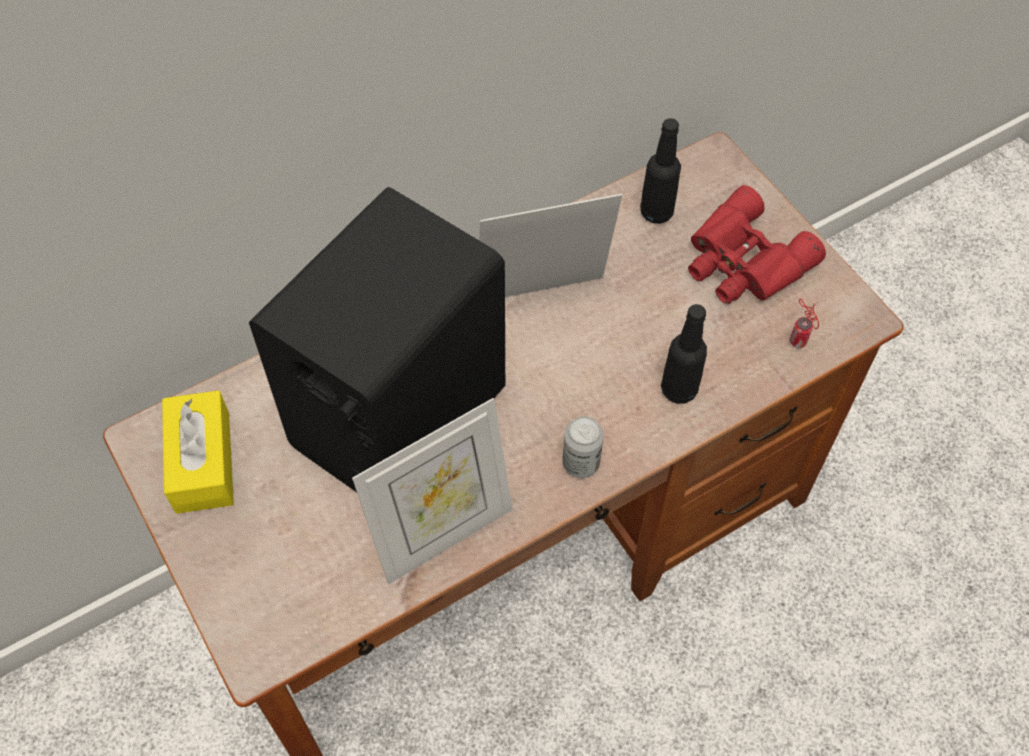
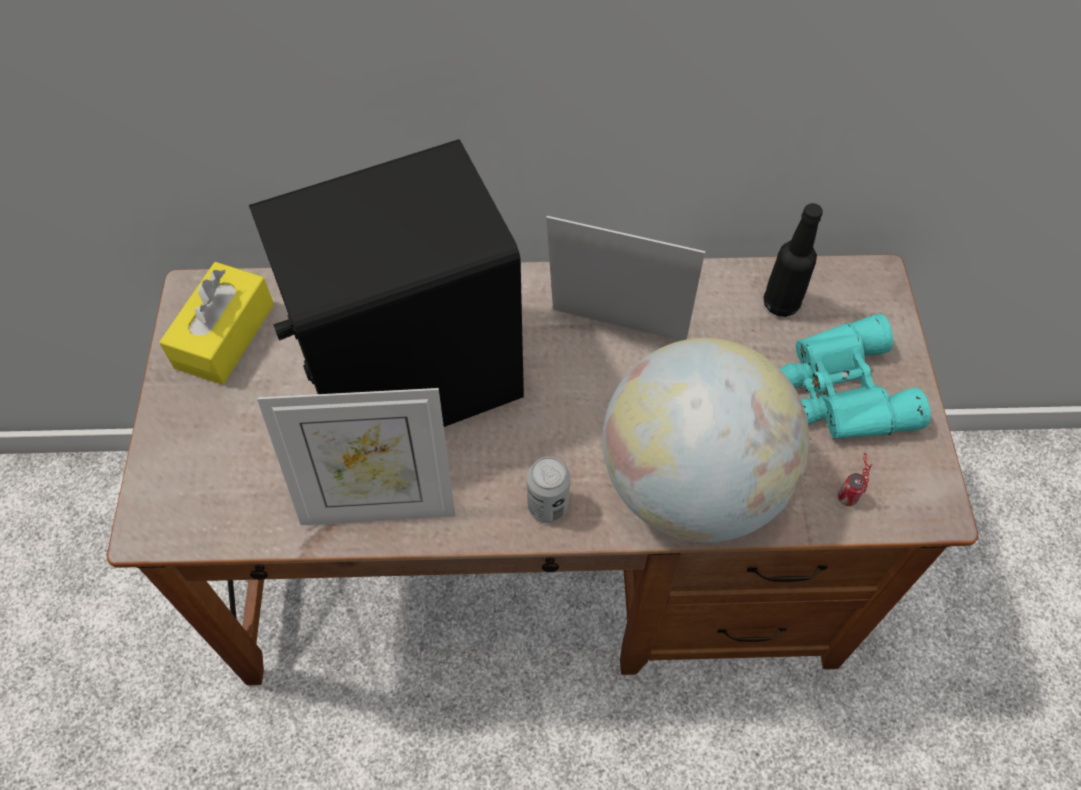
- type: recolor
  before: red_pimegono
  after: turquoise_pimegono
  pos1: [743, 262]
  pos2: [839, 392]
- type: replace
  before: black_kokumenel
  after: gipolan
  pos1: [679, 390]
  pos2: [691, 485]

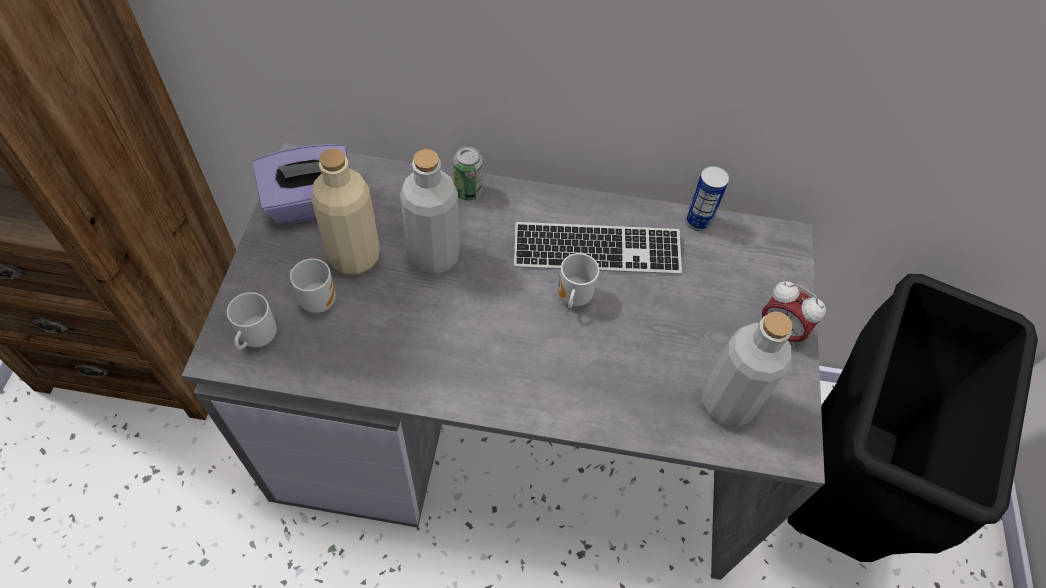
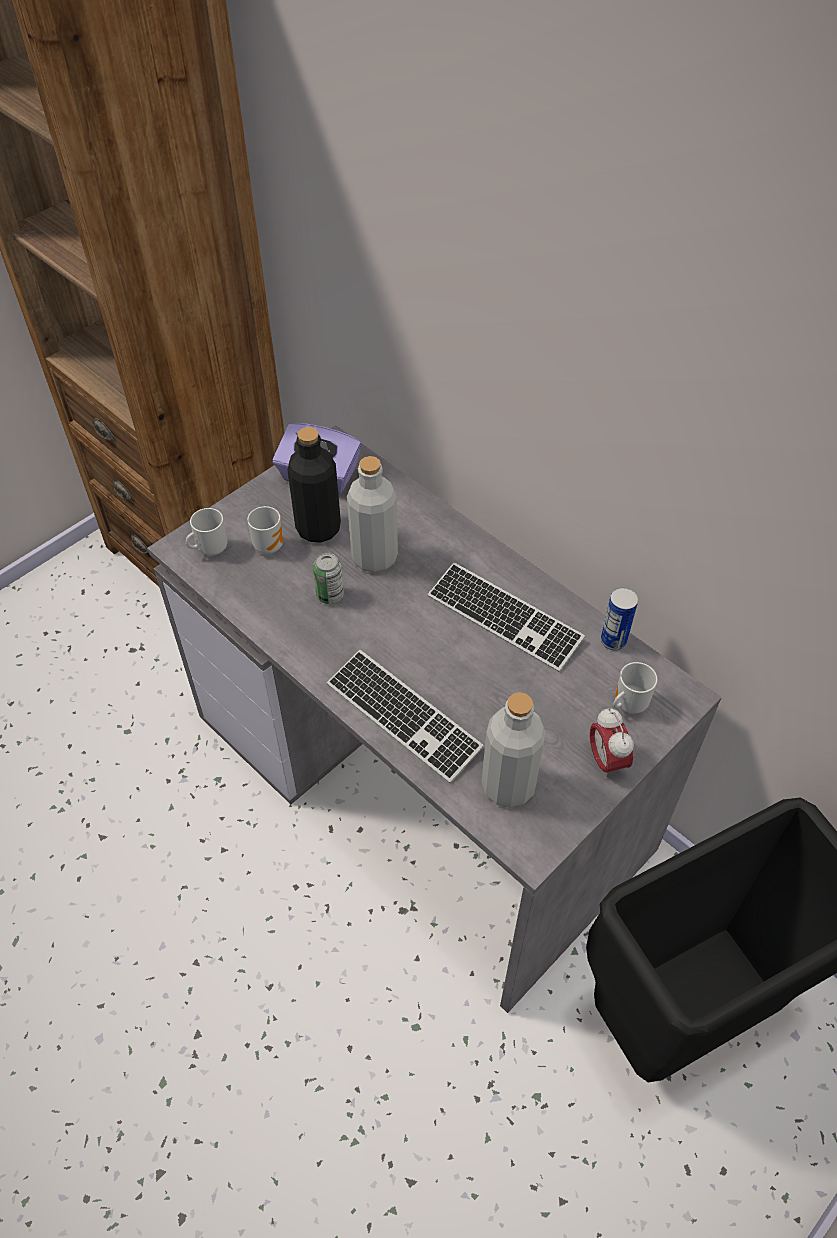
- type: move
  before: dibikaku
  pos1: [468, 191]
  pos2: [330, 595]
- type: recolor
  before: beige_kokumenel
  after: black_kokumenel
  pos1: [354, 256]
  pos2: [318, 528]
- type: move
  before: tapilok
  pos1: [572, 298]
  pos2: [627, 704]
- type: insert
  after: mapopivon
  pos2: [403, 717]

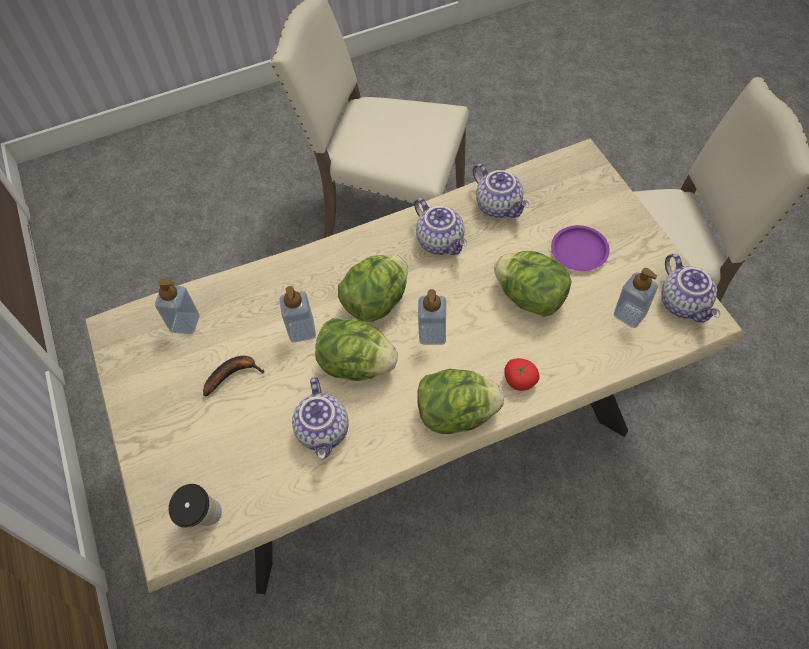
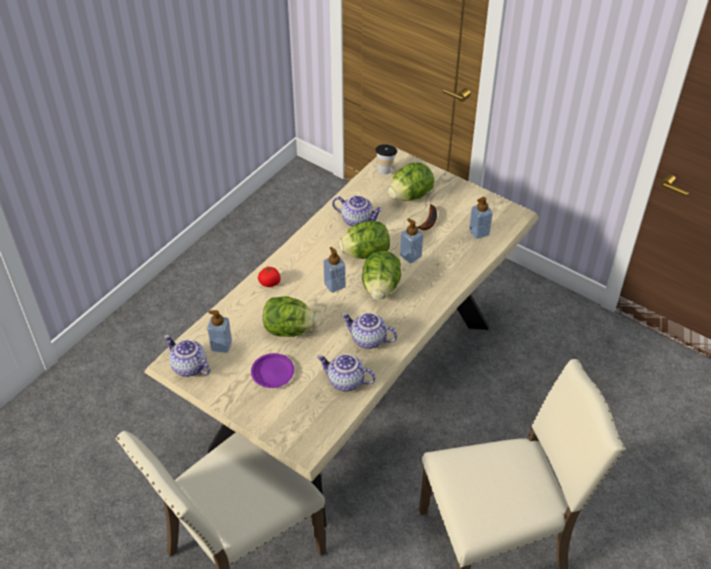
- type: move
  before: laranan
  pos1: [456, 413]
  pos2: [410, 195]
- type: rotate
  before: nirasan
  pos1: [325, 431]
  pos2: [357, 220]
  turn: 150

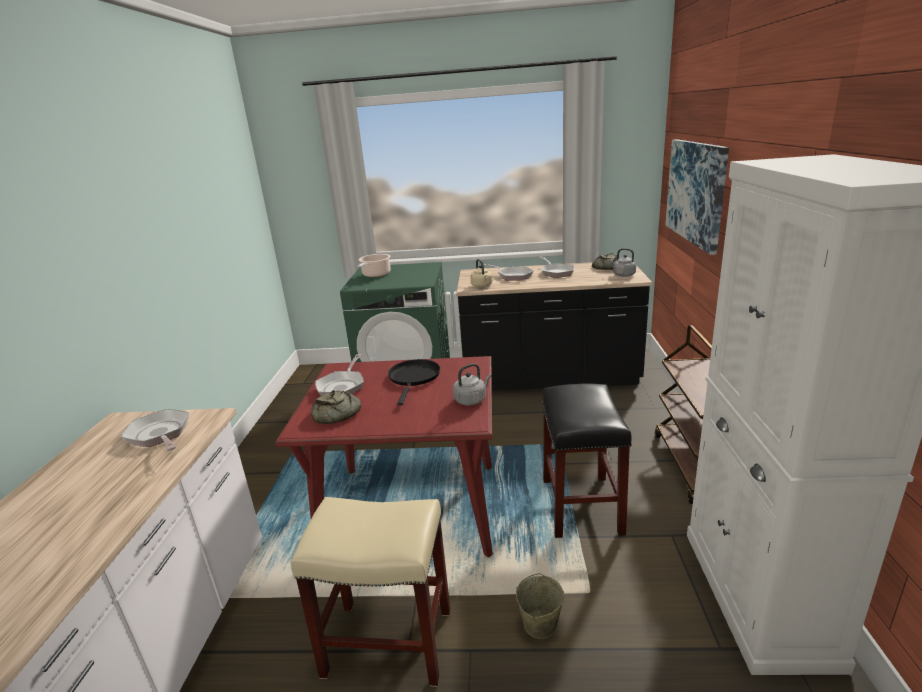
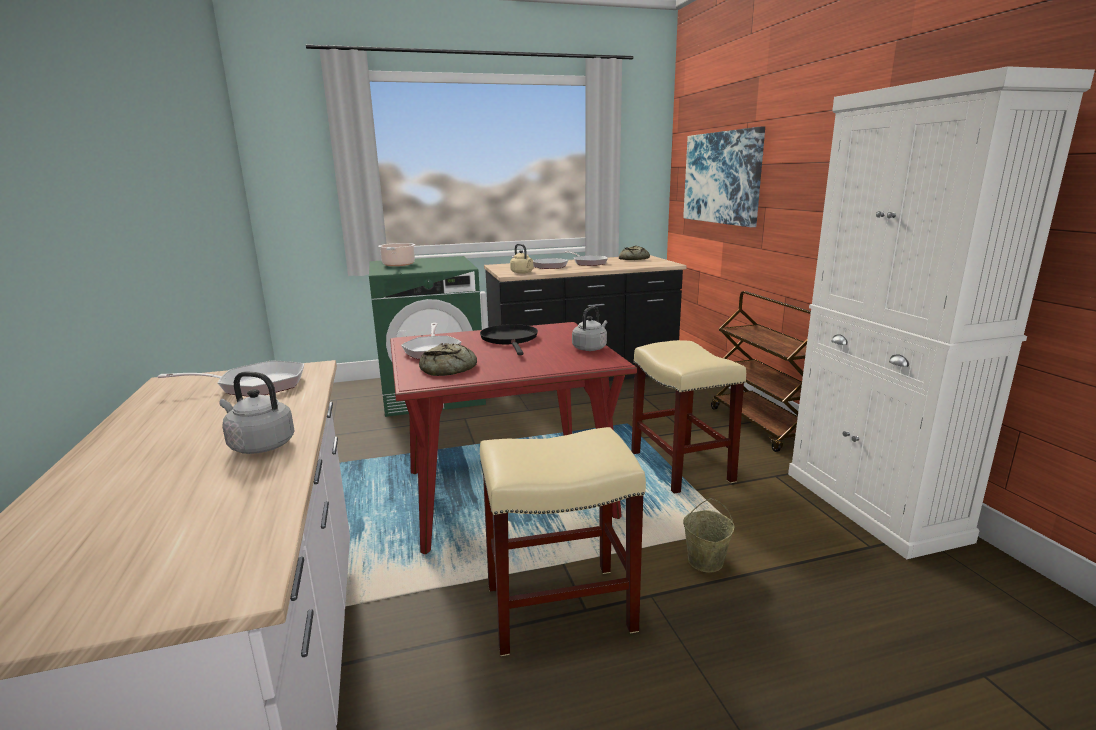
- type: move
  before: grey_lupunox
  pos1: [622, 275]
  pos2: [259, 445]
- type: recolor
  before: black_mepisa
  after: beige_mepisa
  pos1: [582, 506]
  pos2: [682, 467]
- type: rotate
  before: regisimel
  pos1: [160, 435]
  pos2: [256, 385]
  turn: 135

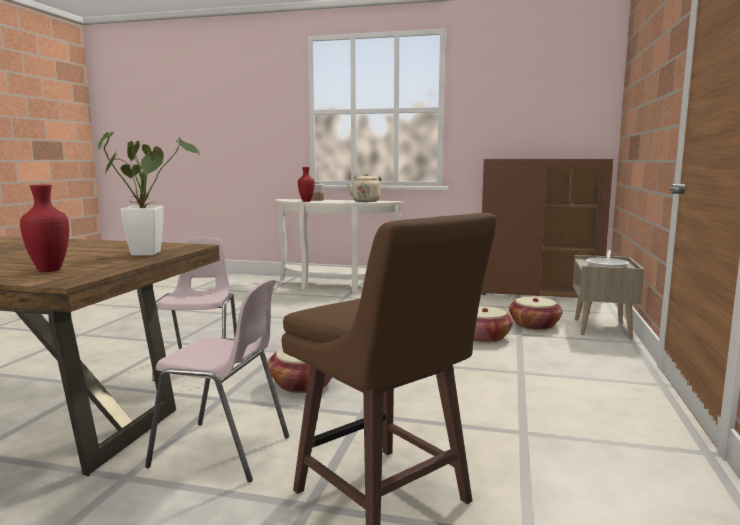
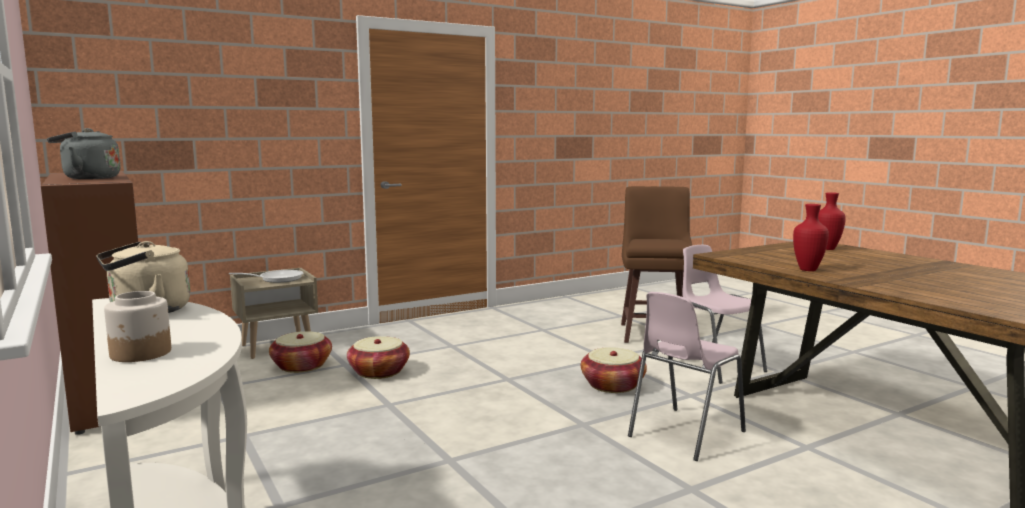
- type: delete
  before: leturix
  pos1: [148, 252]
- type: move
  before: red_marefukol
  pos1: [306, 201]
  pos2: [808, 269]
- type: insert
  after: grey_lupunox
  pos2: [88, 178]

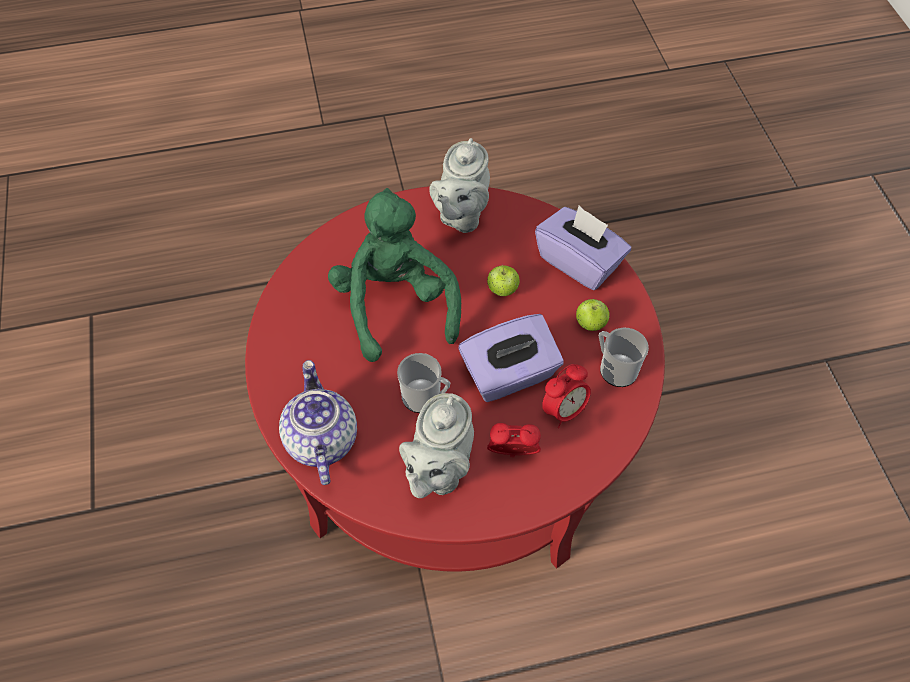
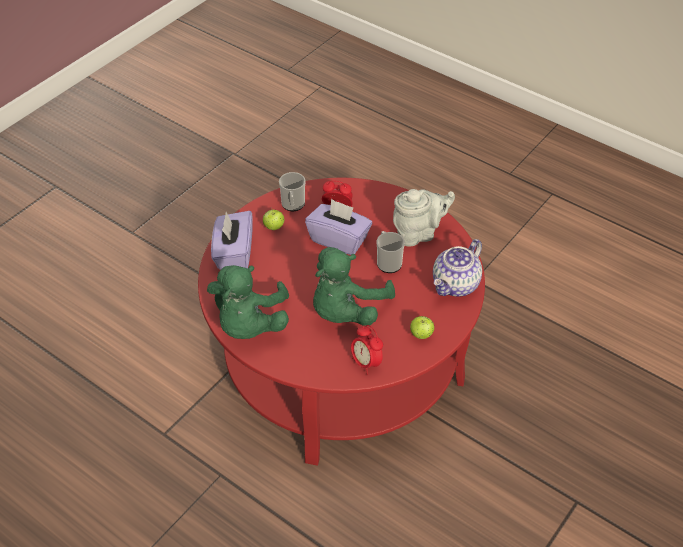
- type: replace
  before: grey_nirasan
  after: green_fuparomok
  pos1: [461, 215]
  pos2: [249, 324]
- type: move
  before: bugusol
  pos1: [502, 290]
  pos2: [421, 335]
- type: move
  before: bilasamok
  pos1: [512, 454]
  pos2: [366, 363]

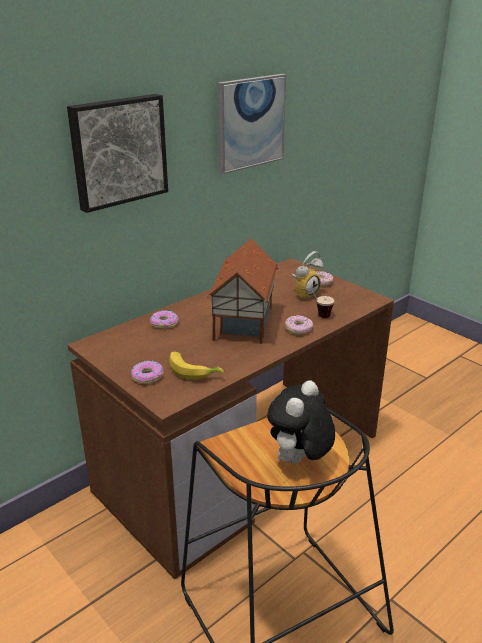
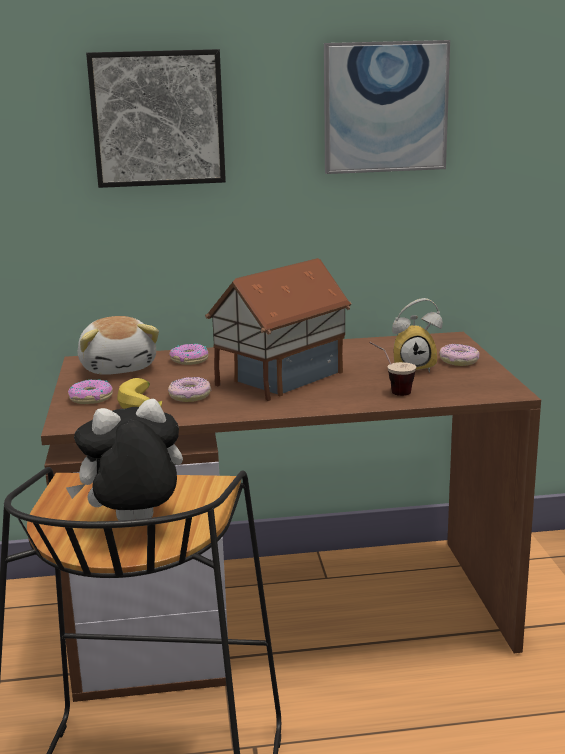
- type: move
  before: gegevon
  pos1: [298, 329]
  pos2: [190, 396]
- type: insert
  after: fuparomok
  pos2: [119, 367]

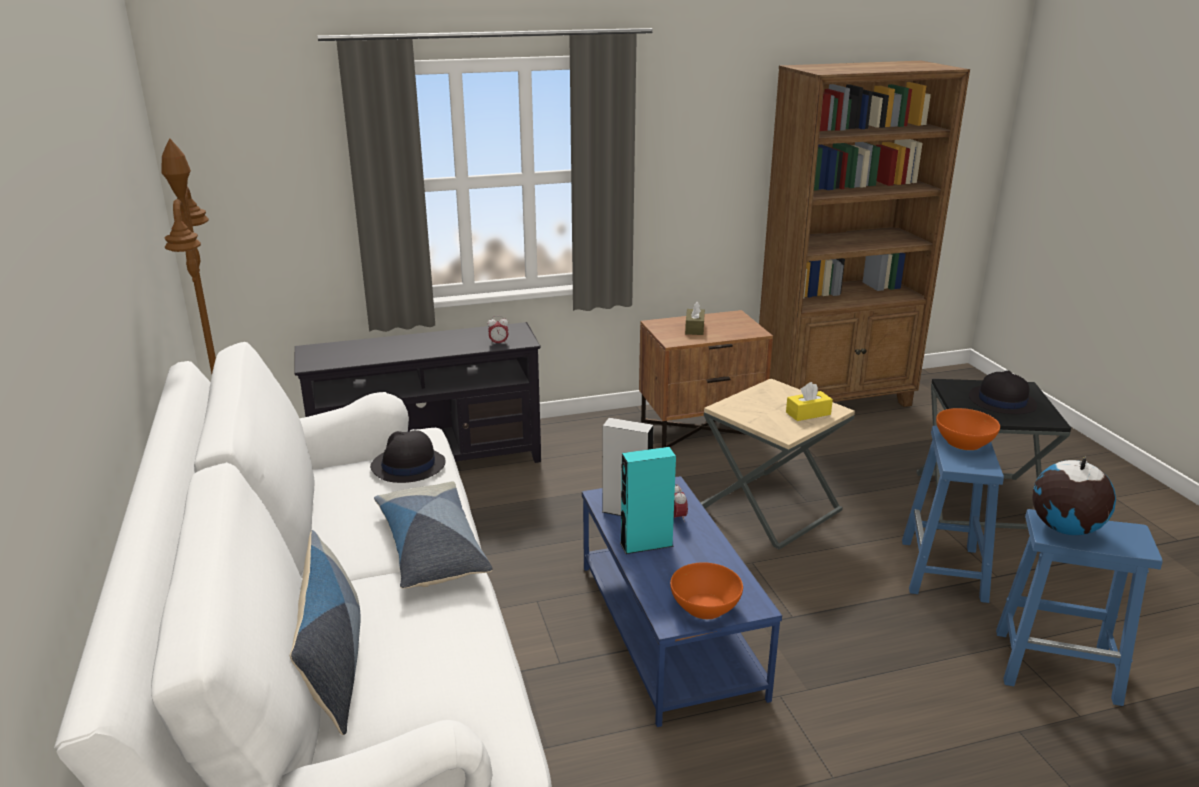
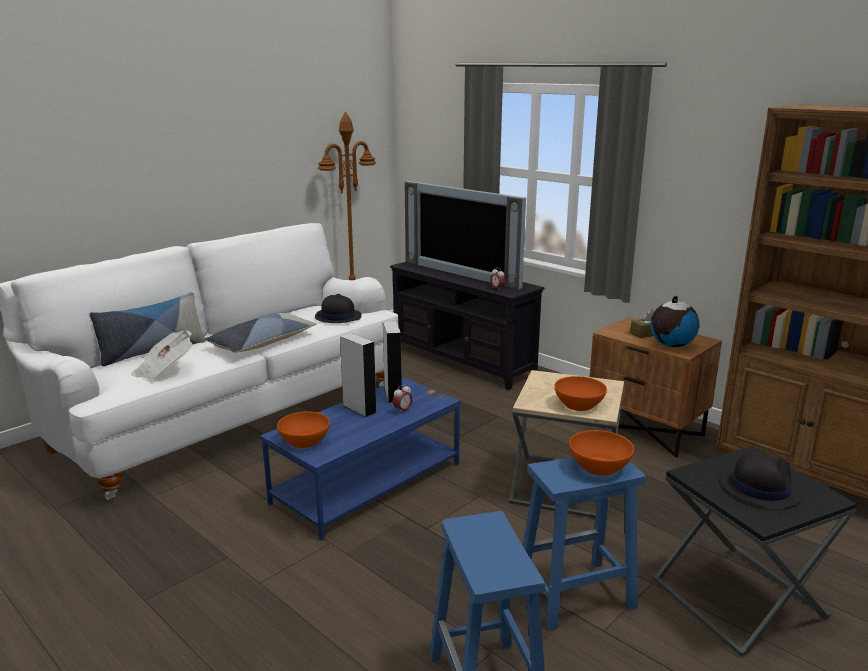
- type: replace
  before: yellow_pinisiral
  after: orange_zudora
  pos1: [808, 413]
  pos2: [578, 404]
- type: recolor
  before: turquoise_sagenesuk
  after: grey_sagenesuk
  pos1: [646, 544]
  pos2: [359, 409]
- type: move
  before: gipolan
  pos1: [1064, 529]
  pos2: [671, 345]
- type: insert
  after: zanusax
  pos2: [464, 273]
- type: insert
  after: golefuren
  pos2: [164, 370]

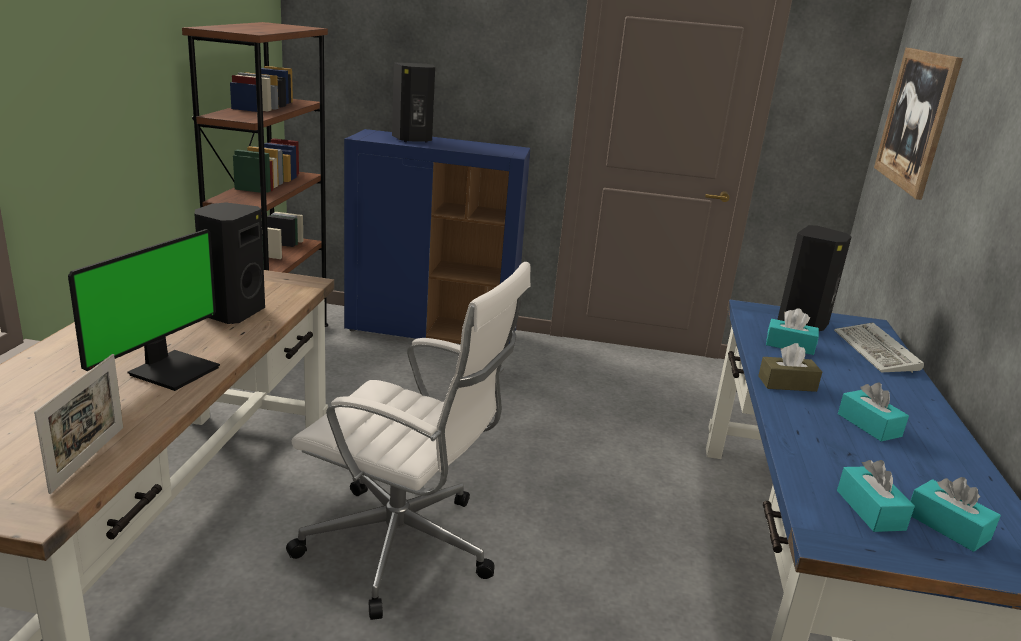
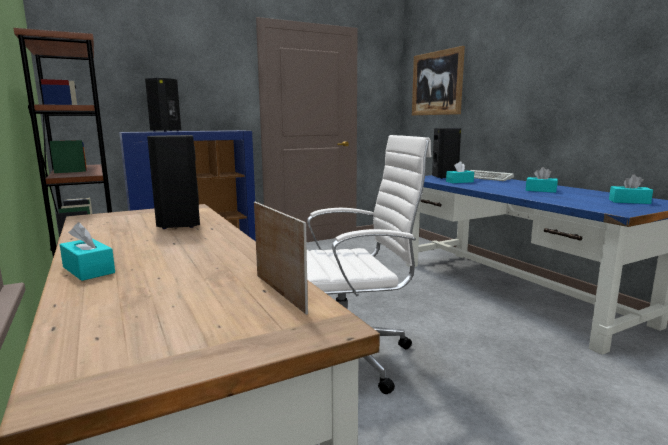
- type: delete
  before: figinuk
  pos1: [172, 370]
- type: delete
  before: brown_pinisiral
  pos1: [787, 384]
- type: move
  before: turquoise_pinisiral
  pos1: [870, 510]
  pos2: [88, 270]

